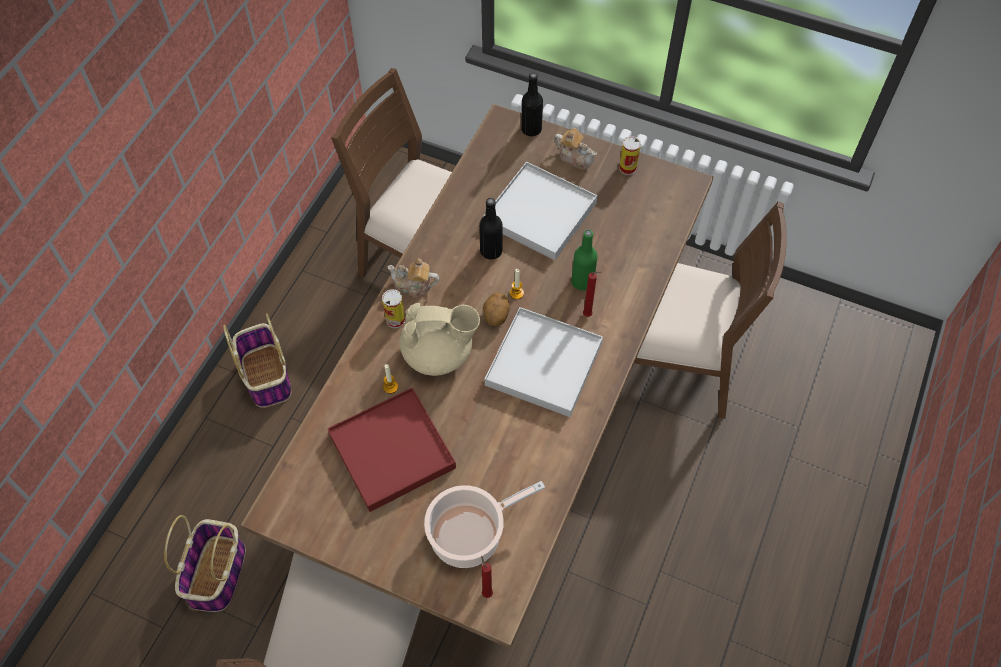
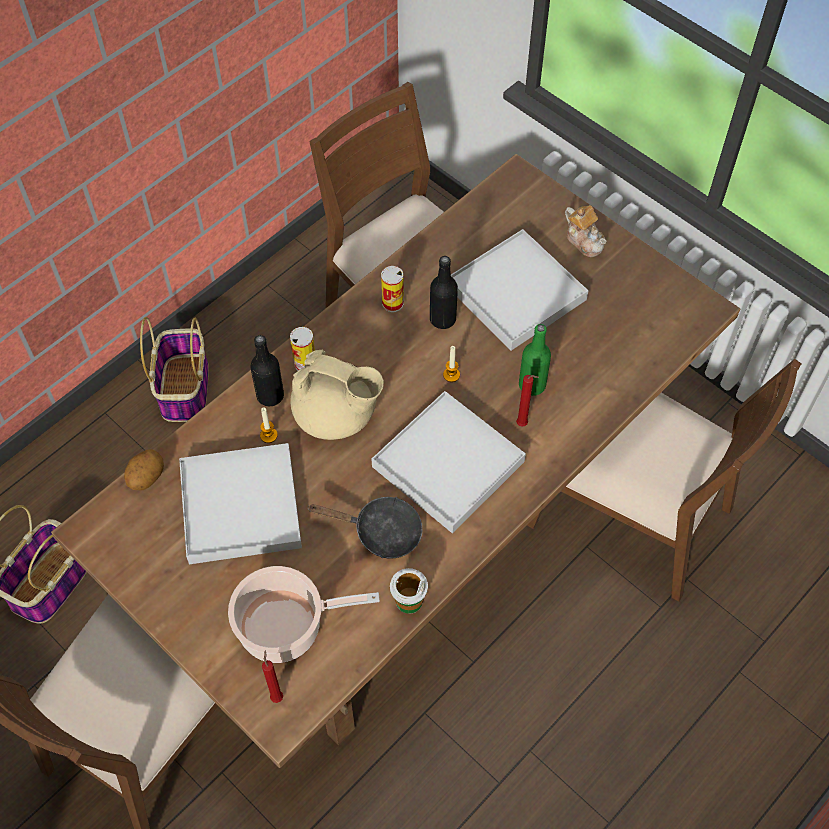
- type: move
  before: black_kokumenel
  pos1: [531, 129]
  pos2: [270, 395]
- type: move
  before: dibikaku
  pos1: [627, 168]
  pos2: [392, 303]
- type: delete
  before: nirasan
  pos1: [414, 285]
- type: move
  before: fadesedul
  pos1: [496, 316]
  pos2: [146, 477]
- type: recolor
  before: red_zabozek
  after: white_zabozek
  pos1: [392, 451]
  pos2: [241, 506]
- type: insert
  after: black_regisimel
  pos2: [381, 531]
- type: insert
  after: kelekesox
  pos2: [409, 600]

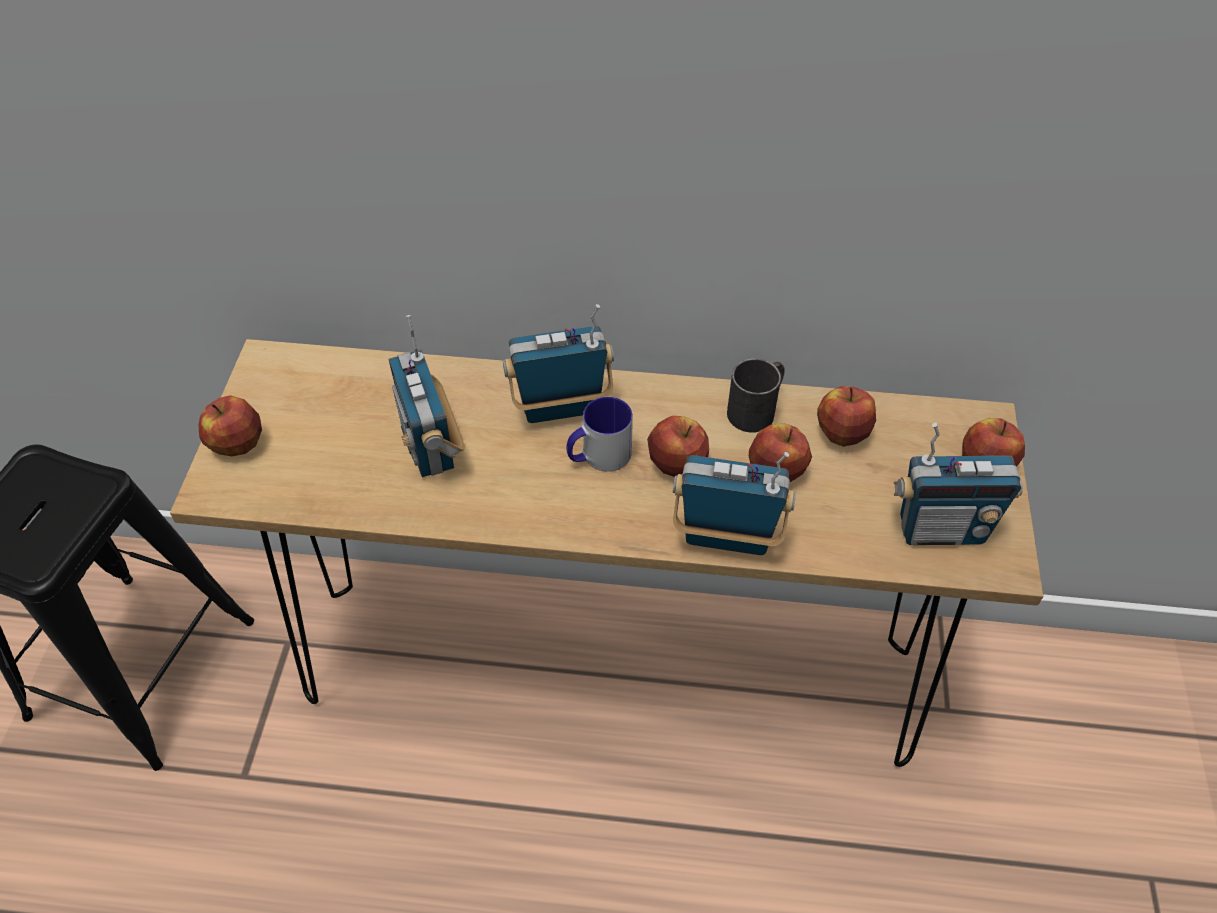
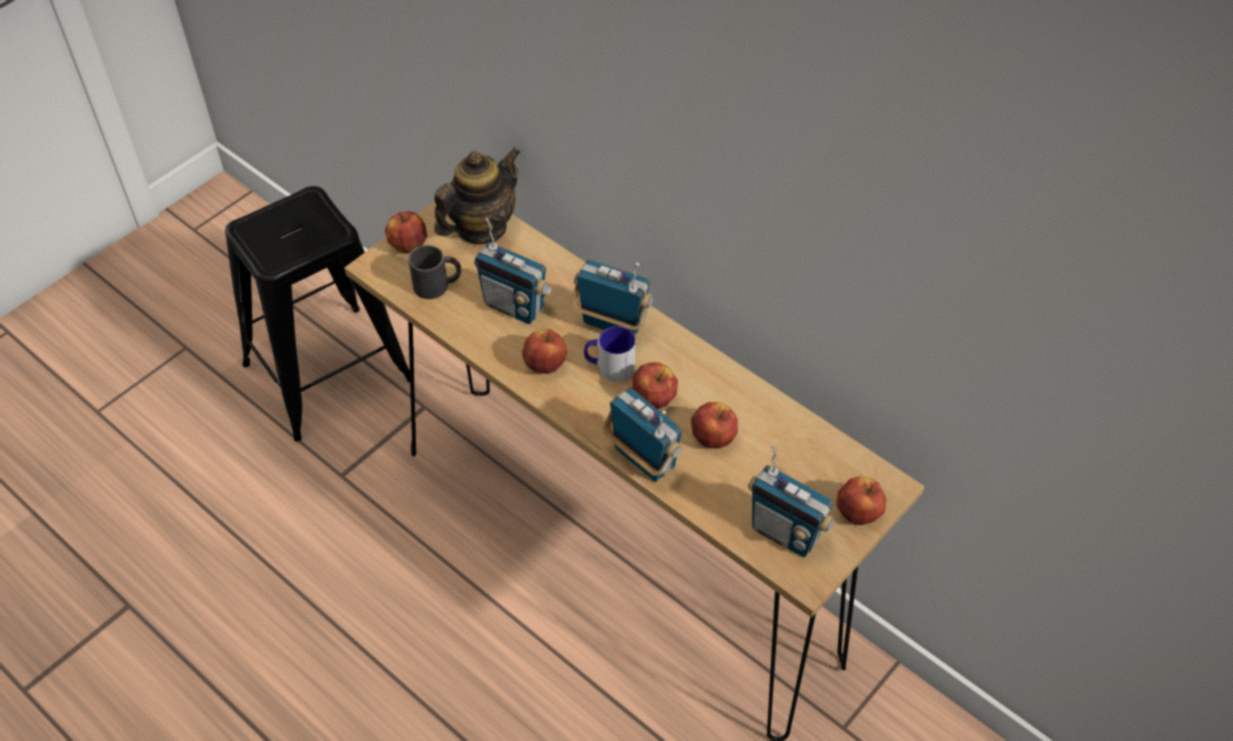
- type: rotate
  before: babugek
  pos1: [431, 447]
  pos2: [514, 306]
  turn: -75
- type: move
  before: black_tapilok
  pos1: [757, 408]
  pos2: [438, 285]
- type: move
  before: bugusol
  pos1: [841, 433]
  pos2: [544, 364]
- type: insert
  after: nirasan
  pos2: [481, 228]

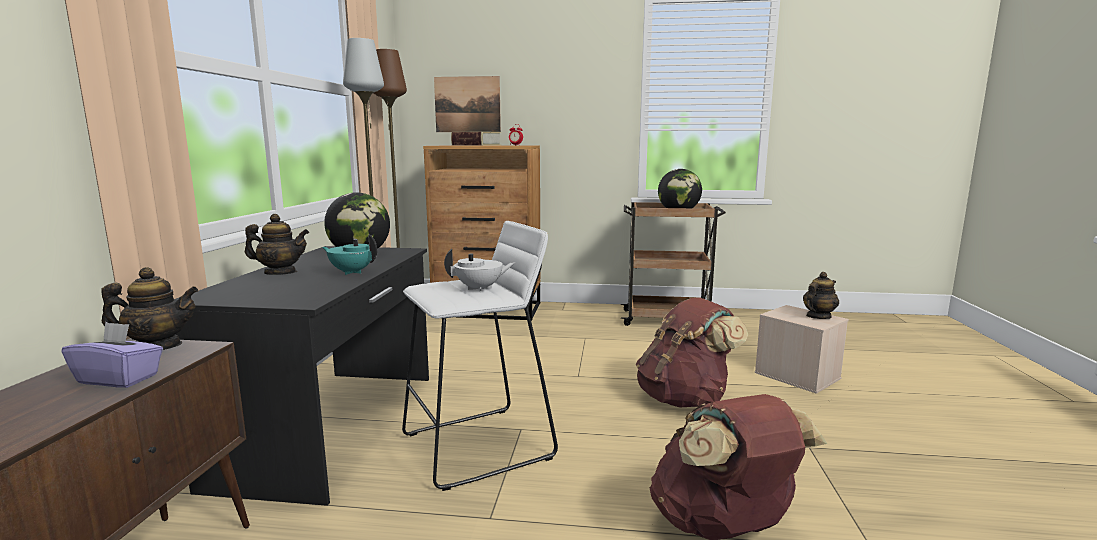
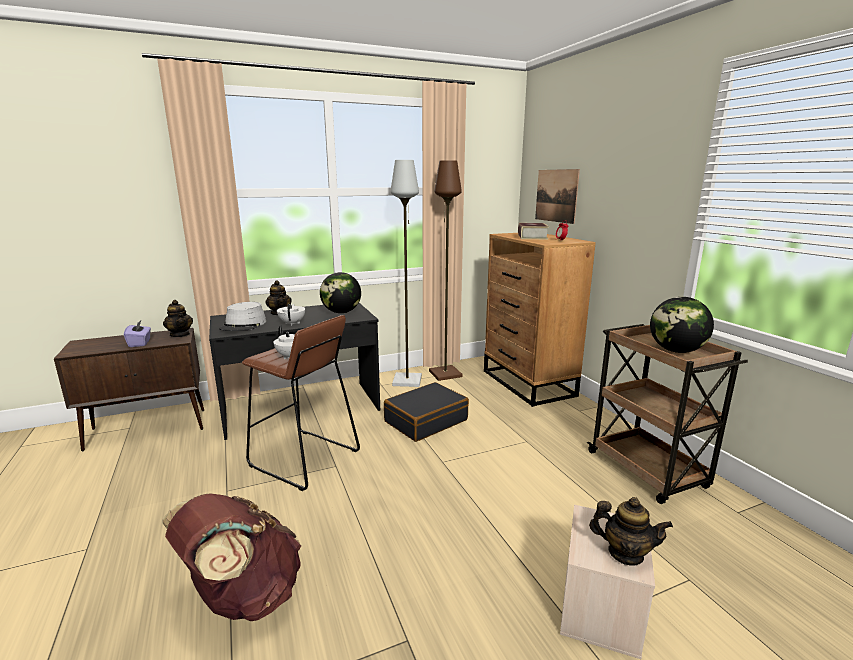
- type: recolor
  before: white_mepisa
  after: brown_mepisa
  pos1: [479, 446]
  pos2: [304, 459]
- type: recolor
  before: turquoise_nirasan
  after: white_nirasan
  pos1: [352, 272]
  pos2: [292, 323]
- type: delete
  before: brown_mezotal
  pos1: [684, 399]
- type: insert
  after: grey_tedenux
  pos2: [243, 325]
- type: insert
  after: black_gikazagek
  pos2: [425, 420]

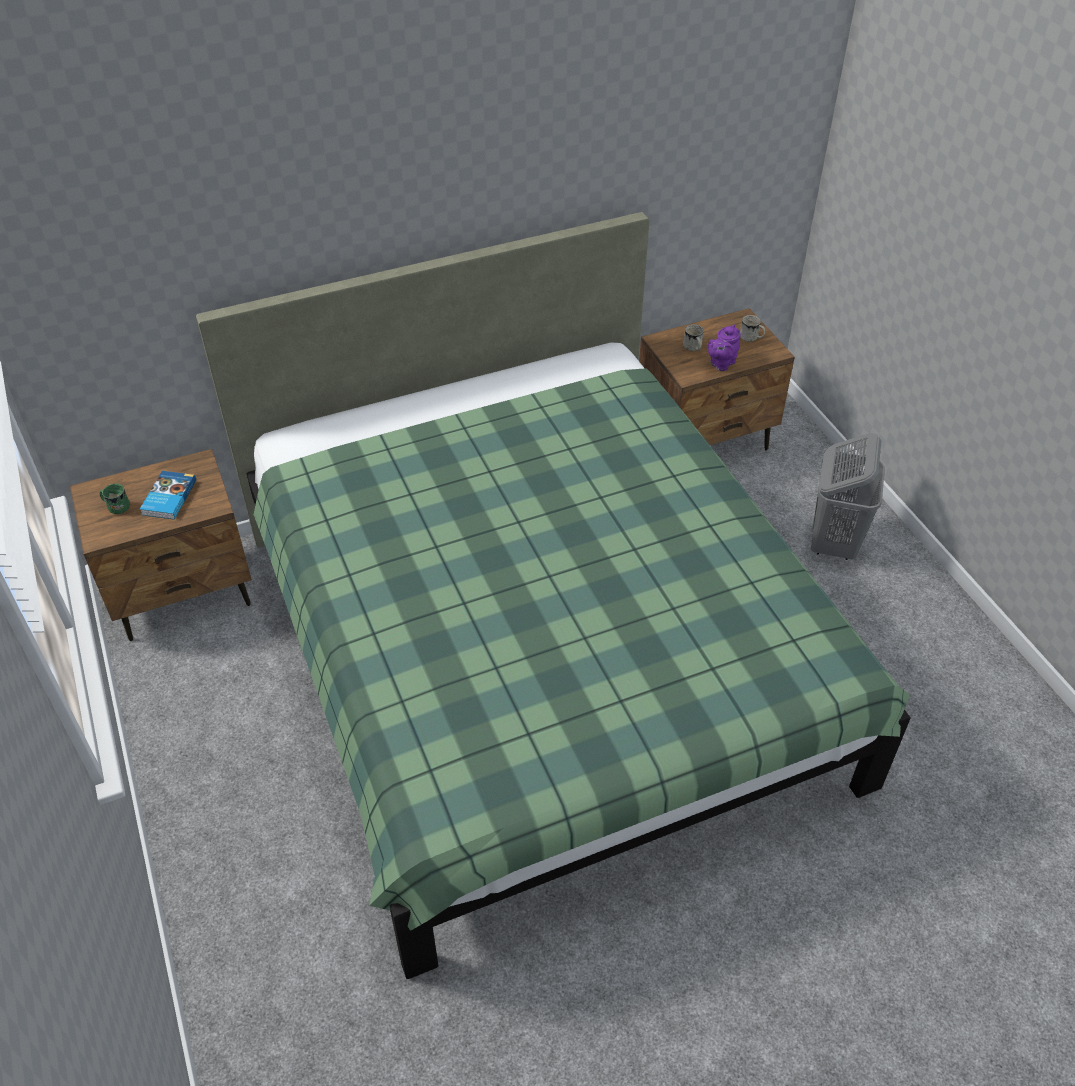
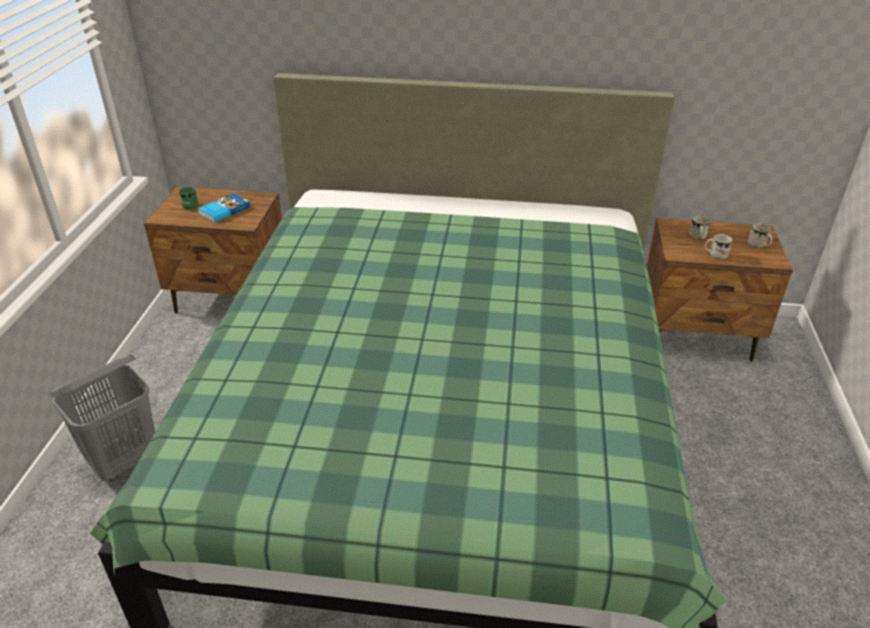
- type: replace
  before: purple_nirasan
  after: white_tapilok
  pos1: [721, 363]
  pos2: [715, 254]
- type: move
  before: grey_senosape
  pos1: [833, 542]
  pos2: [125, 460]

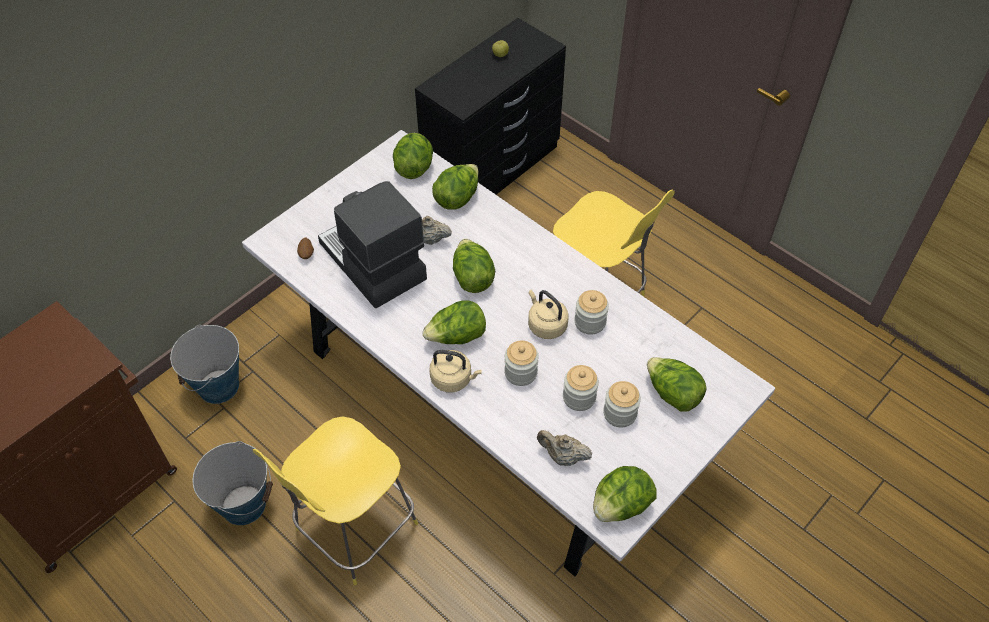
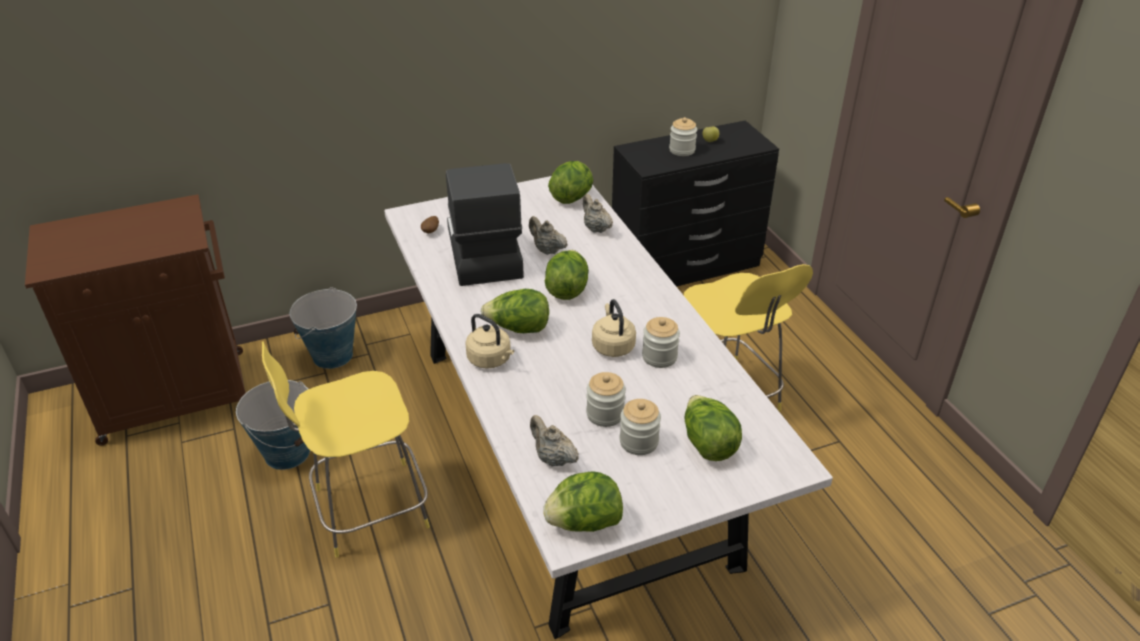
- type: replace
  before: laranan
  after: beige_nirasan
  pos1: [457, 198]
  pos2: [596, 228]
- type: move
  before: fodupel
  pos1: [520, 372]
  pos2: [682, 150]

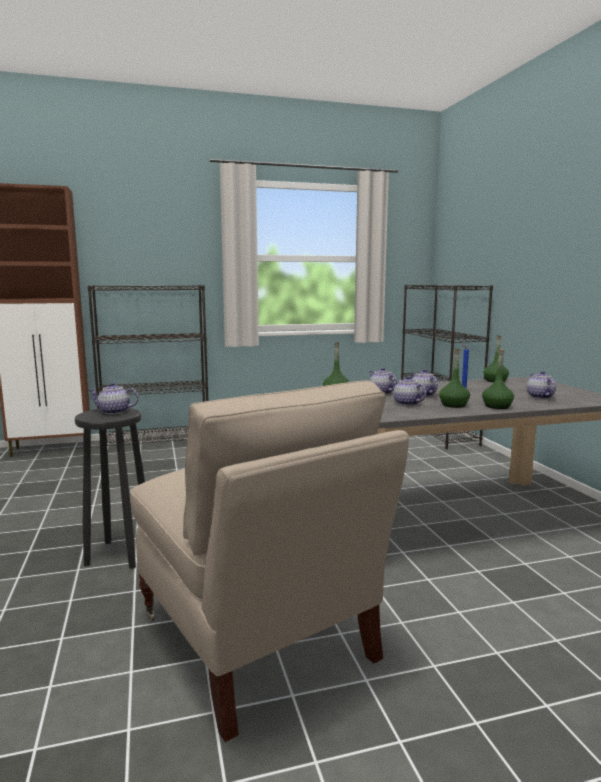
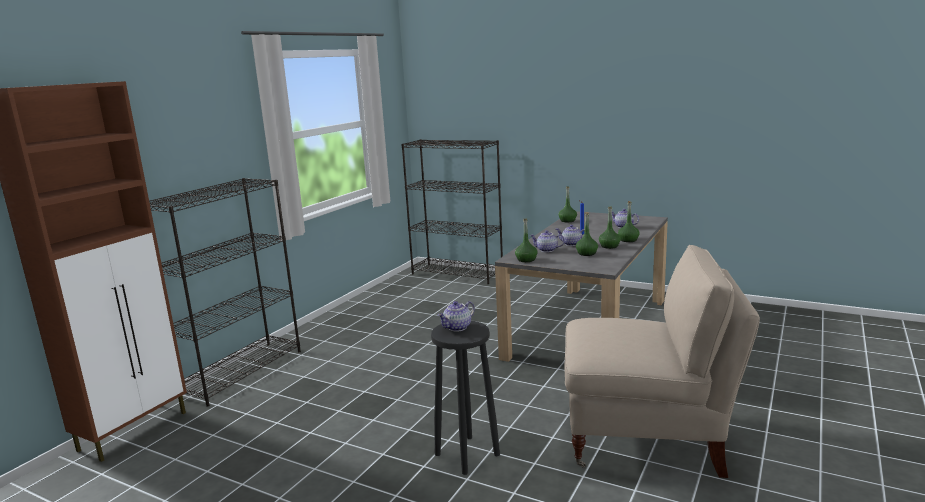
- type: replace
  before: nirasan
  after: green_kokumenel
  pos1: [406, 403]
  pos2: [586, 253]

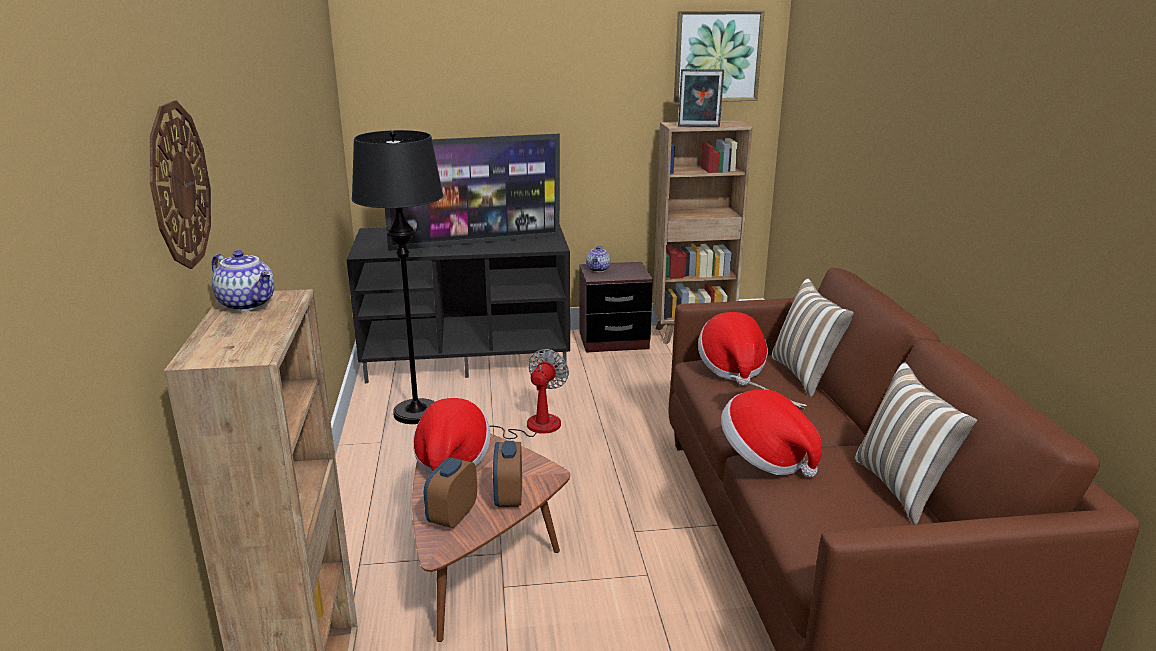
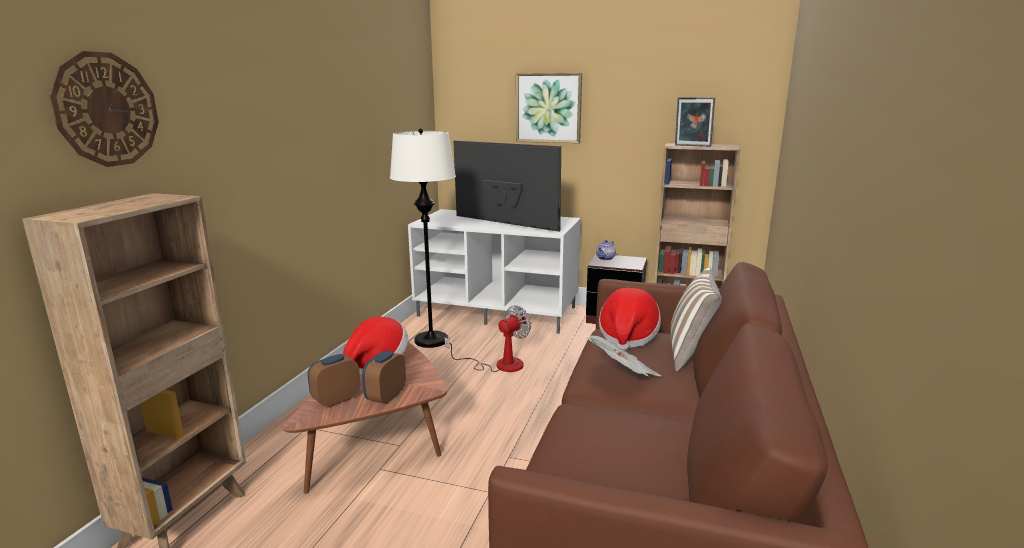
- type: move
  before: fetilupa
  pos1: [717, 56]
  pos2: [548, 108]
- type: recolor
  before: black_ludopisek
  after: white_ludopisek
  pos1: [416, 412]
  pos2: [431, 340]
- type: rotate
  before: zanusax
  pos1: [476, 243]
  pos2: [503, 224]
  turn: -150
- type: recolor
  before: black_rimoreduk
  after: white_rimoreduk
  pos1: [468, 356]
  pos2: [498, 311]
- type: delete
  before: nirasan
  pos1: [248, 304]
- type: delete
  before: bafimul
  pos1: [902, 488]
- type: delete
  before: tedenux
  pos1: [765, 457]

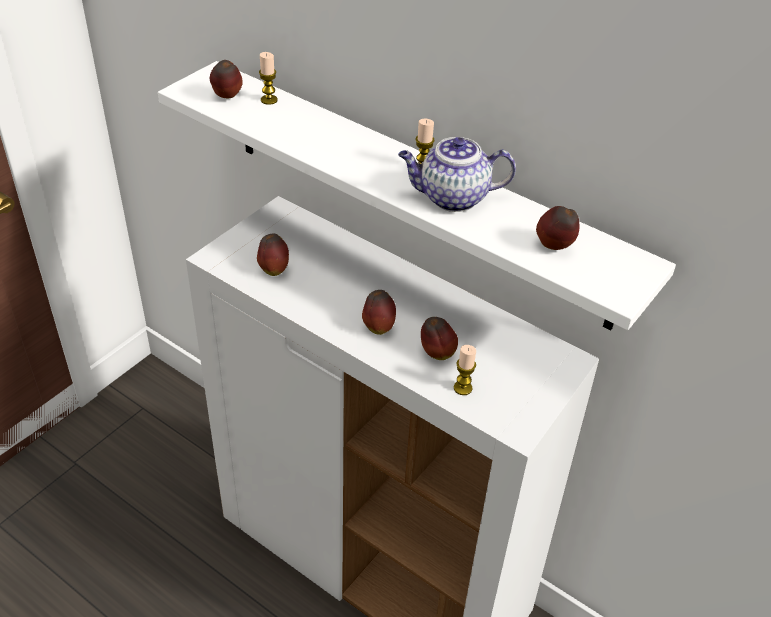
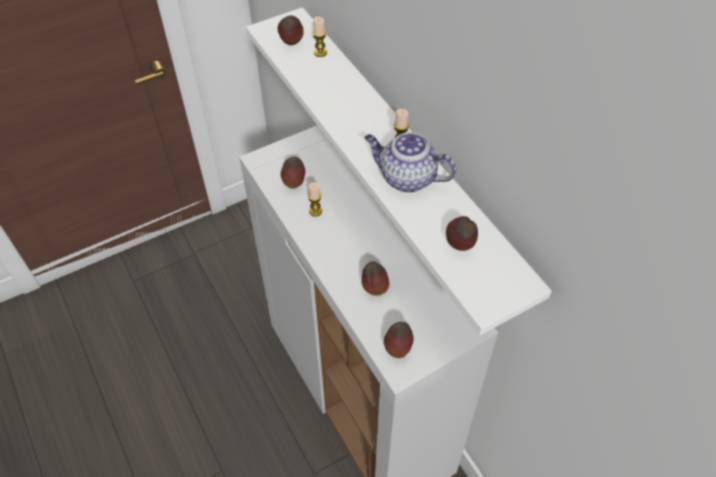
- type: move
  before: bugusol
  pos1: [378, 327]
  pos2: [398, 348]
- type: move
  before: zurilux
  pos1: [462, 388]
  pos2: [315, 211]

